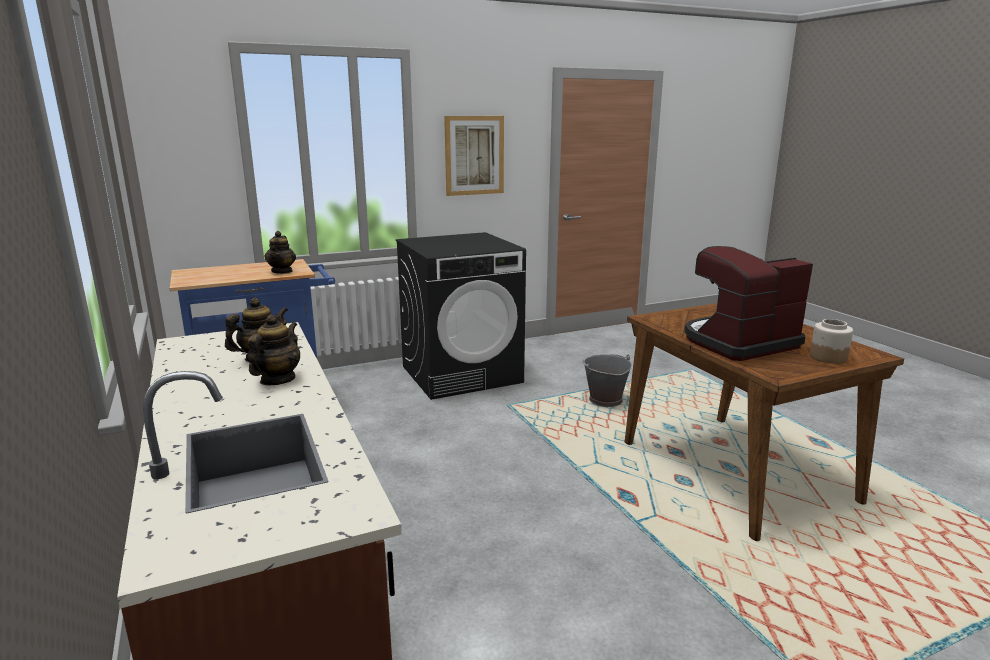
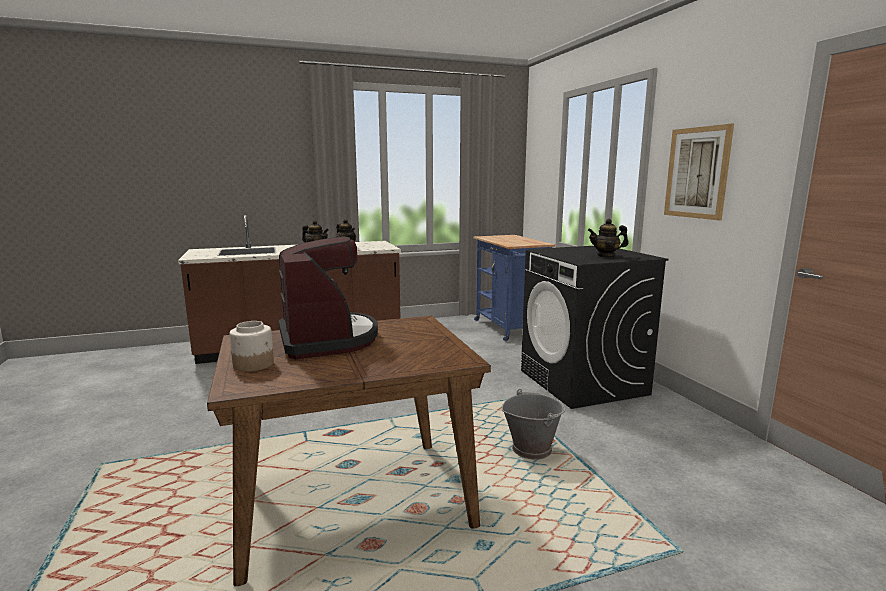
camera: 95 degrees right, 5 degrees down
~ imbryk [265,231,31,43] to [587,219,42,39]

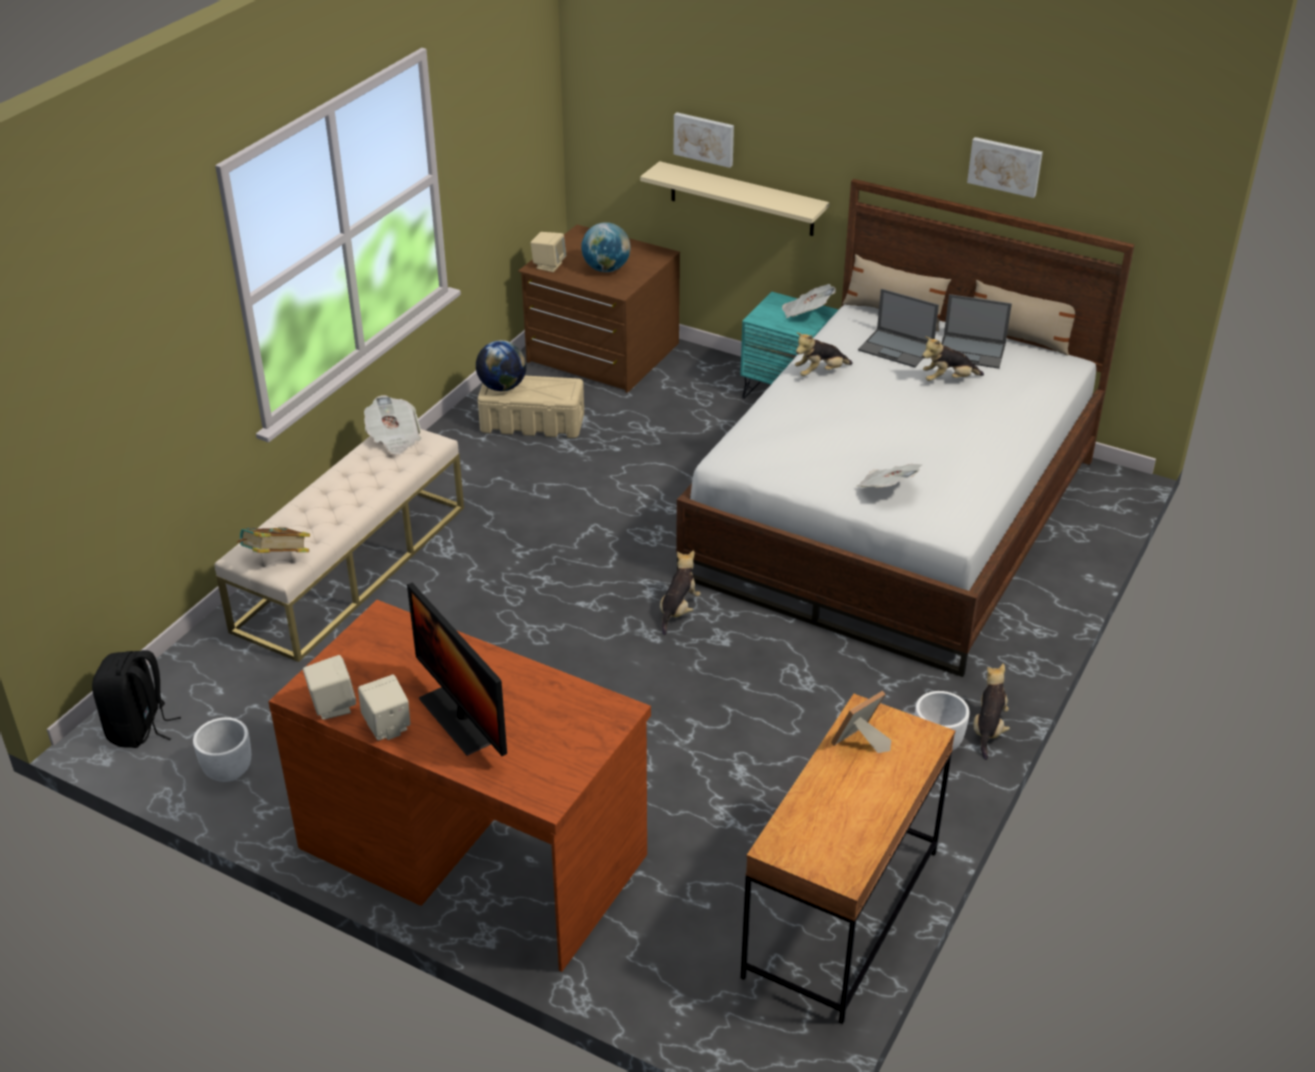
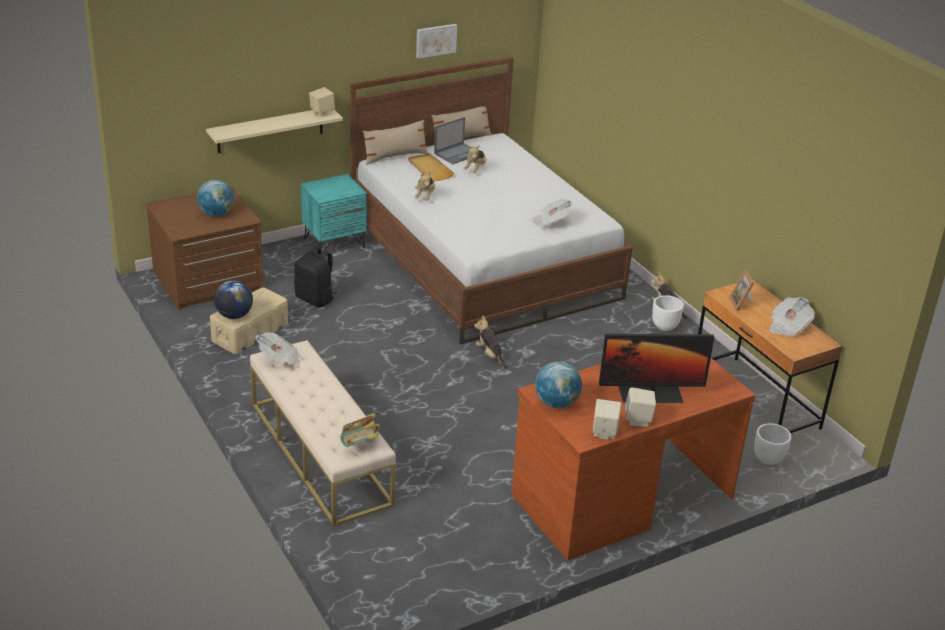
camera: 60 degrees left, 5 degrees down
~ plecak/czarny [92,650,89,98] to [294,247,43,60]
~ głośnik/beżowy [531,232,35,40] to [309,87,26,30]
~ laptop [858,289,81,78] to taca/beżowy [408,153,46,28]
+ globus [535,361,47,47]
~ donica/biały [193,717,58,65] to [754,423,37,42]
~ gazeta [782,284,54,34] to [769,297,46,40]
- obraz [674,112,60,56]

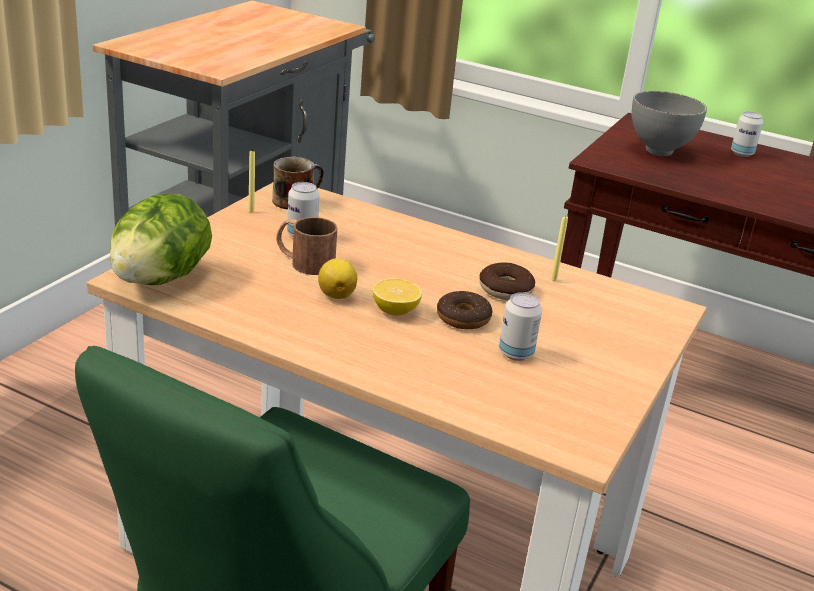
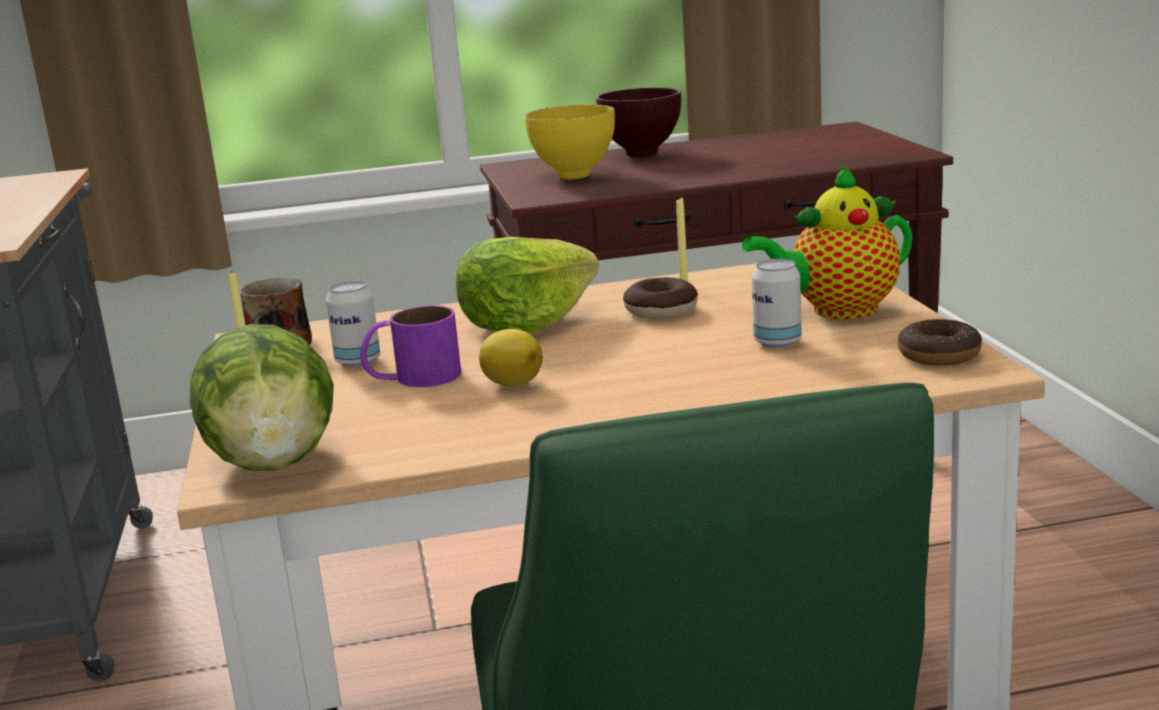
camera: 35 degrees left, 10 degrees down
~ kubek/brązowy [276,217,61,58] to kubek/fioletowy [360,305,101,82]
+ sałata [456,237,143,97]
~ miska/szary [631,91,76,65] to miska/żółty [525,105,90,74]
~ puszka [731,111,32,46] to miska/brązowy [596,87,85,71]
+ imbryk [742,164,171,155]
~ donut [437,291,55,38] to [898,319,84,47]
- cytryna [372,278,50,38]

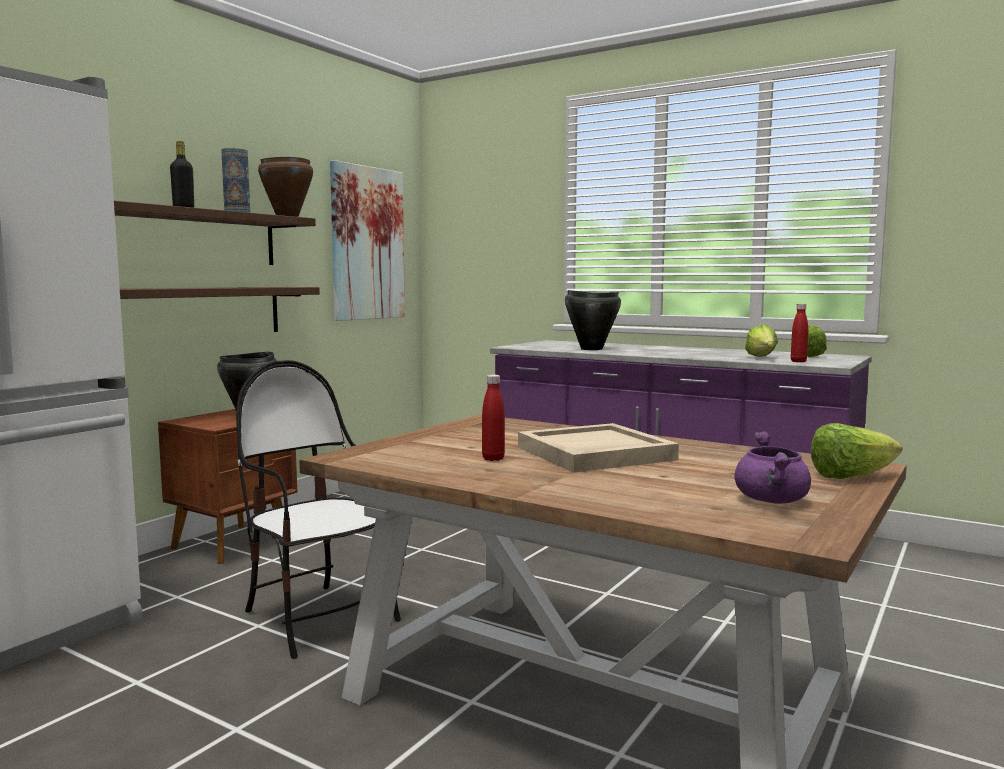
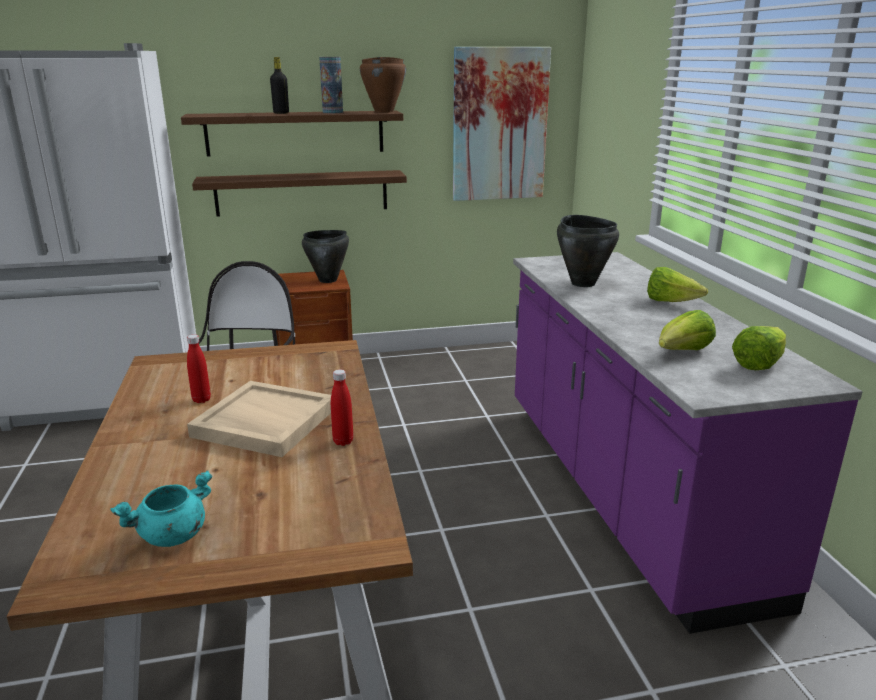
camera: 45 degrees right, 15 degrees up
~ garnek/fioletowy [734,432,77,72] to garnek/turkusowy [110,470,102,77]
~ butelka/czerwony [791,304,17,58] to [331,369,22,77]
~ sałata [811,423,91,56] to [647,267,61,35]

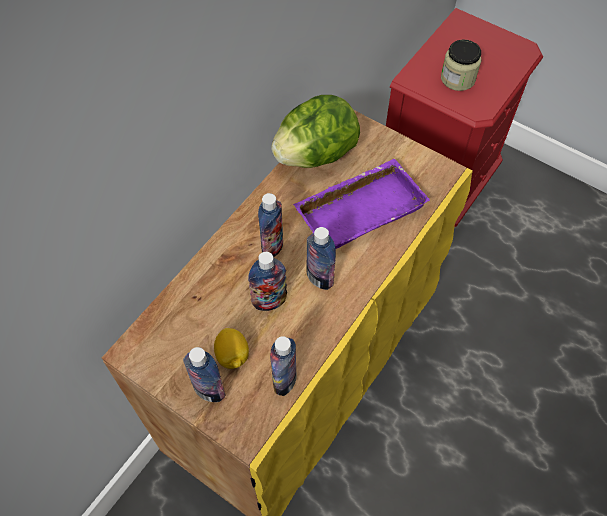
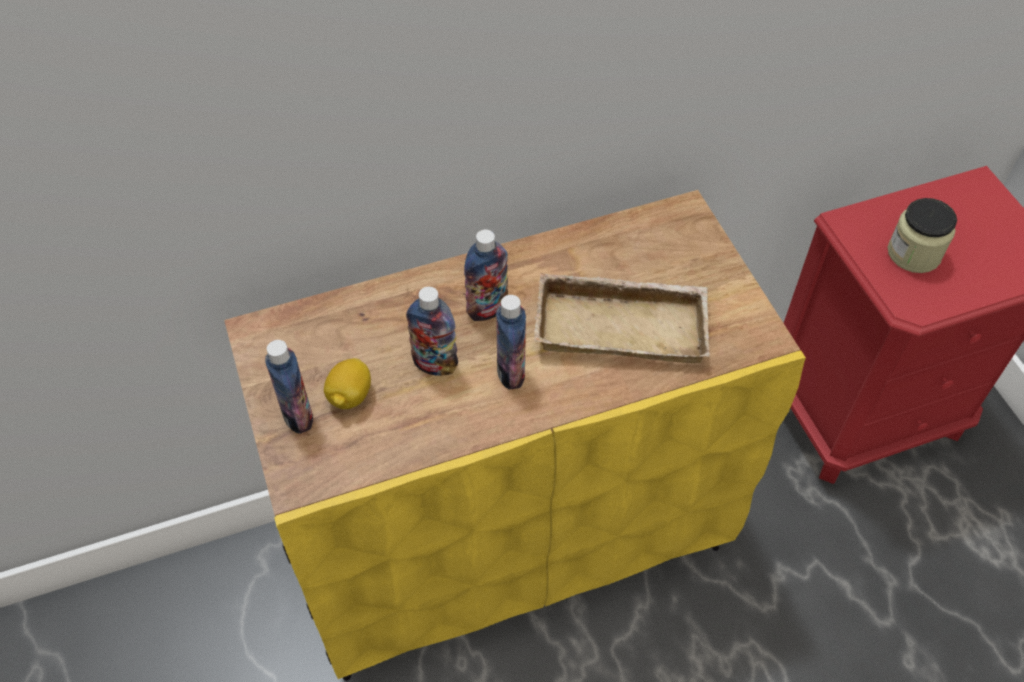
camera: 35 degrees right, 5 degrees down
~ taca/fioletowy [293,159,137,90] to taca/beżowy [534,273,176,90]
- butelka [270,336,27,60]
- sałata [271,95,89,73]

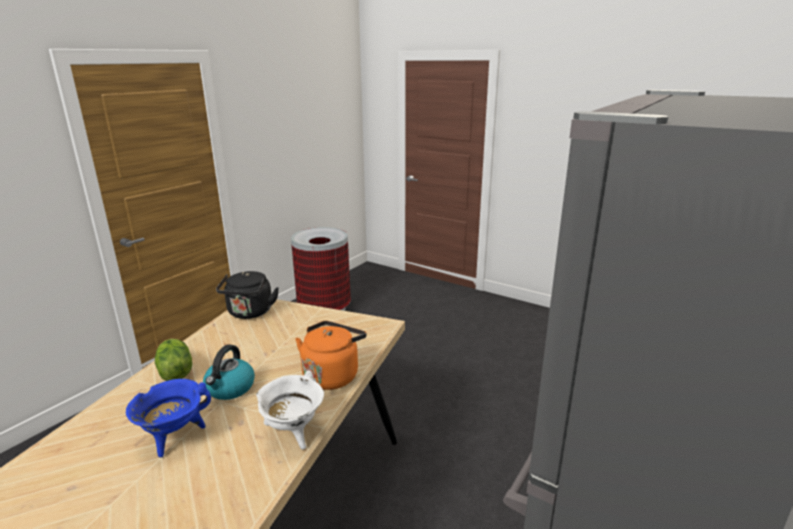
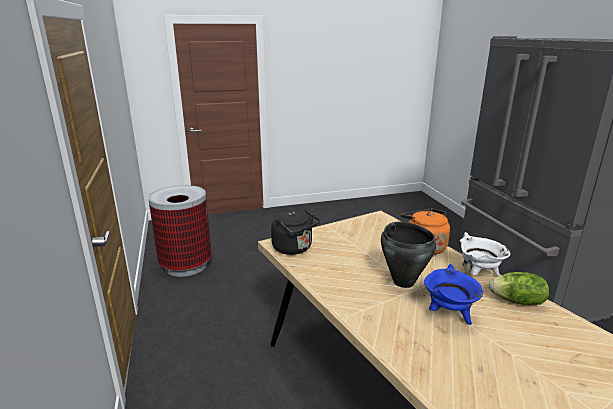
camera: 50 degrees left, 0 degrees up
~ czajnik [203,344,52,56] to garnek/czarny [381,222,55,66]
~ sałata [155,339,37,42] to [489,272,60,33]

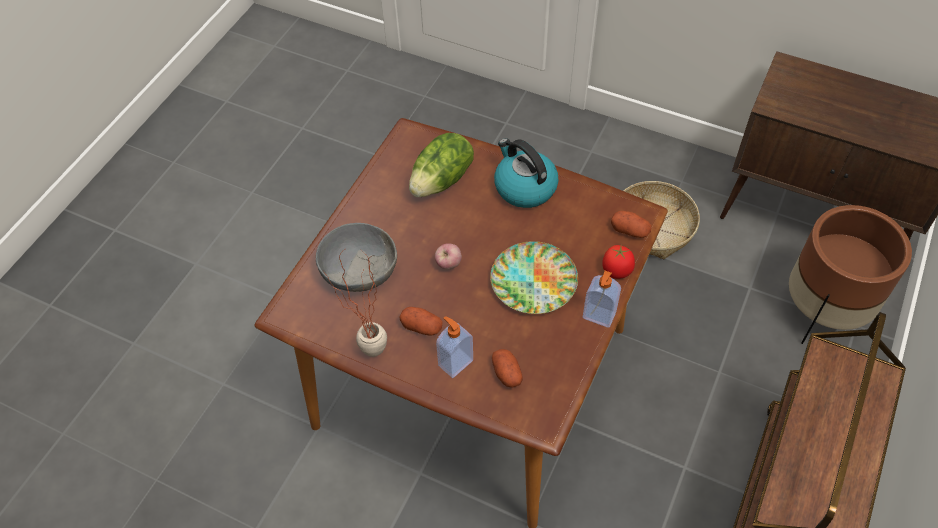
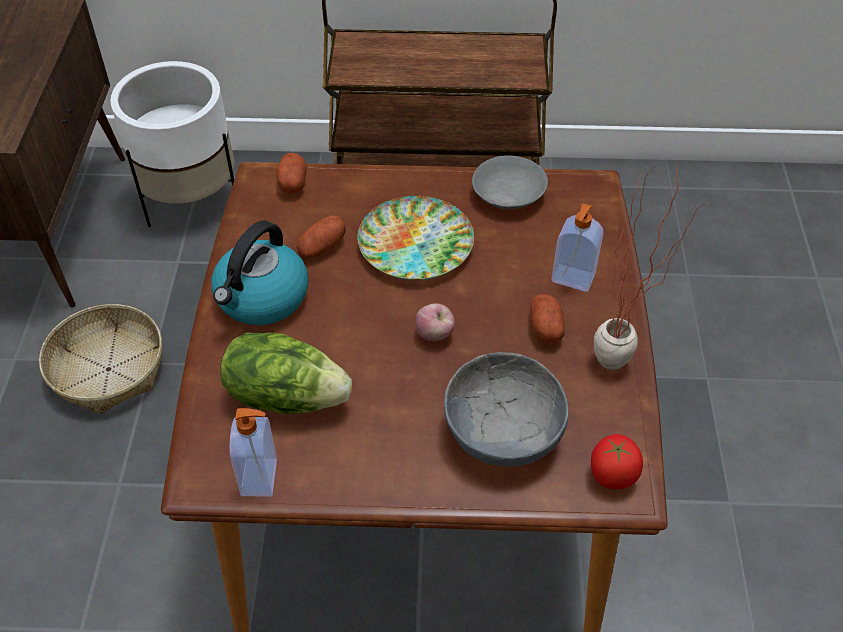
camera: 115 degrees left, 5 degrees down
~ donica/brązowy [789,205,123,139] to donica/biały [110,61,124,166]
~ dozownik mydła [583,271,38,57] to [230,408,47,89]
~ ziemniak [492,349,31,39] to [297,215,49,43]
+ miska/szary [472,155,76,54]
~ pomidor [602,245,33,34] to [591,434,52,55]

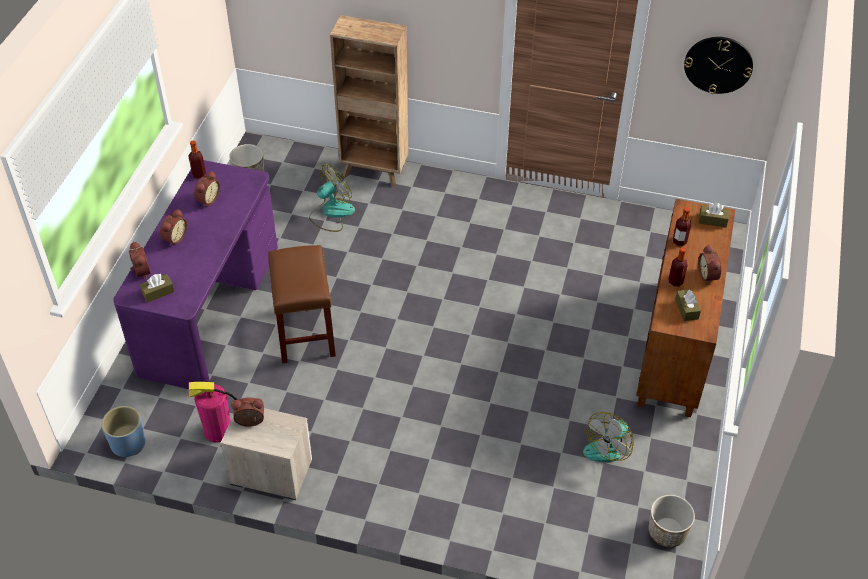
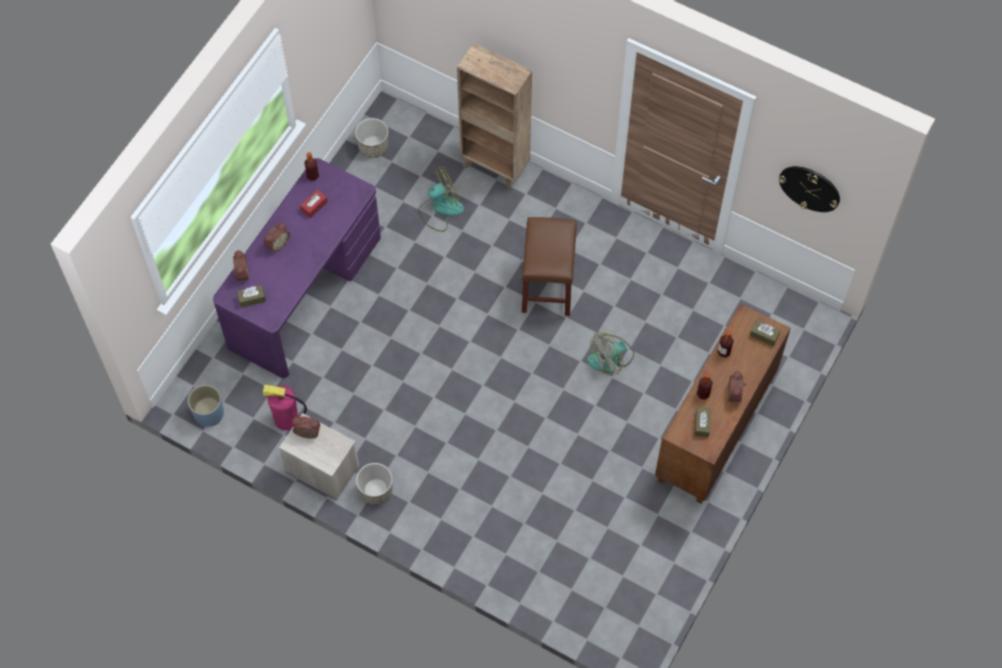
camera: 15 degrees right, 15 degrees up
~ budzik [194,171,26,36] to pudełko chusteczek/czerwony [300,189,28,29]
~ donica [648,495,47,52] to [356,463,37,42]
~ stołek/brązowy [268,245,68,118] to [522,217,55,99]
~ wentylator [583,412,51,50] to [587,332,47,43]

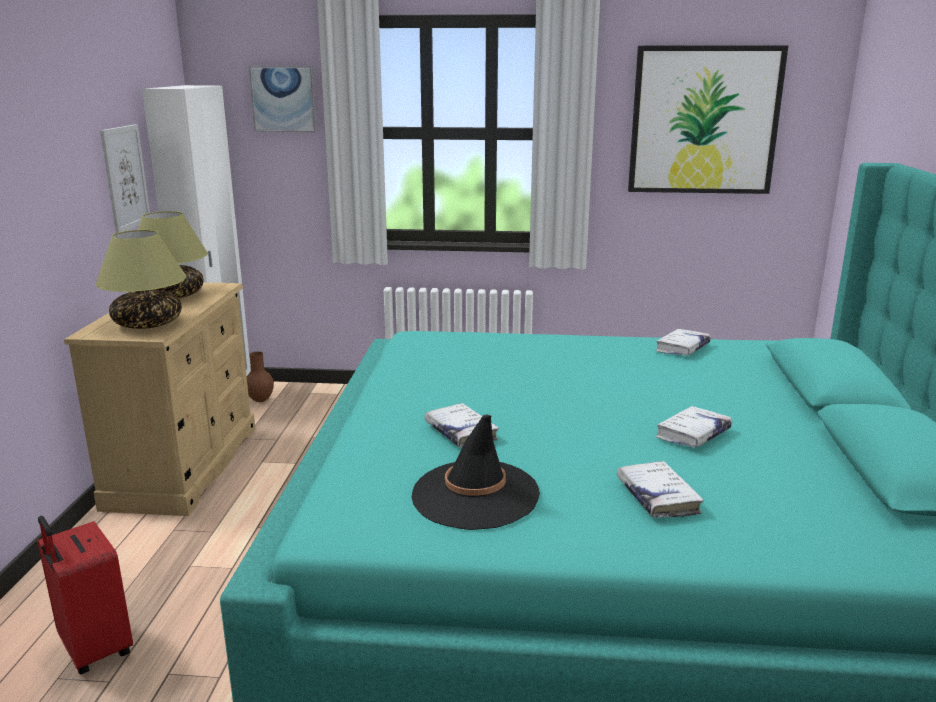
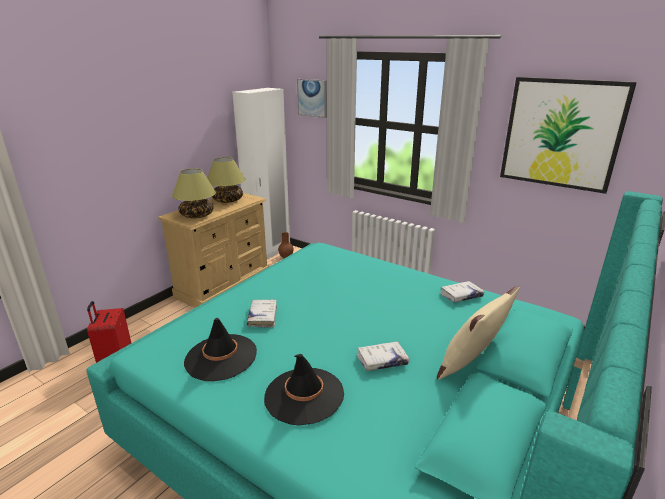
camera: 30 degrees right, 5 degrees up
~ książka/biały [617,461,87,57] to kapelusz/czarny [264,354,80,71]
+ poduszka/beżowy [437,286,83,94]
- obraz [100,124,50,109]

